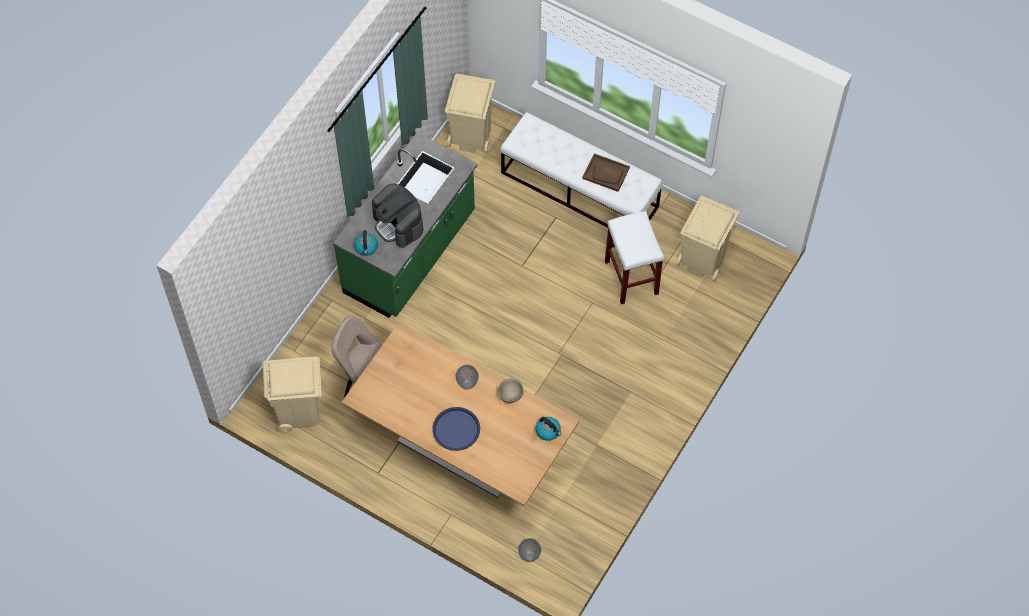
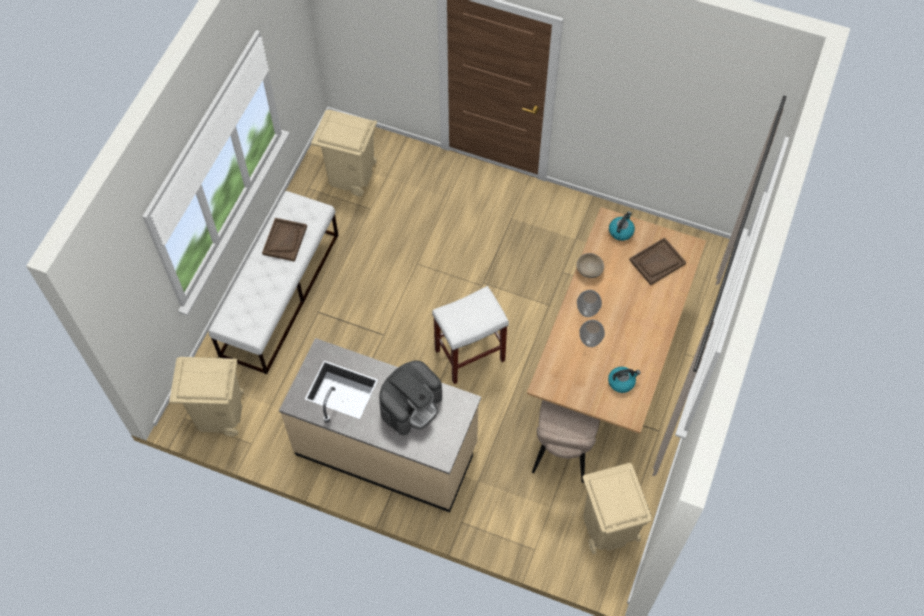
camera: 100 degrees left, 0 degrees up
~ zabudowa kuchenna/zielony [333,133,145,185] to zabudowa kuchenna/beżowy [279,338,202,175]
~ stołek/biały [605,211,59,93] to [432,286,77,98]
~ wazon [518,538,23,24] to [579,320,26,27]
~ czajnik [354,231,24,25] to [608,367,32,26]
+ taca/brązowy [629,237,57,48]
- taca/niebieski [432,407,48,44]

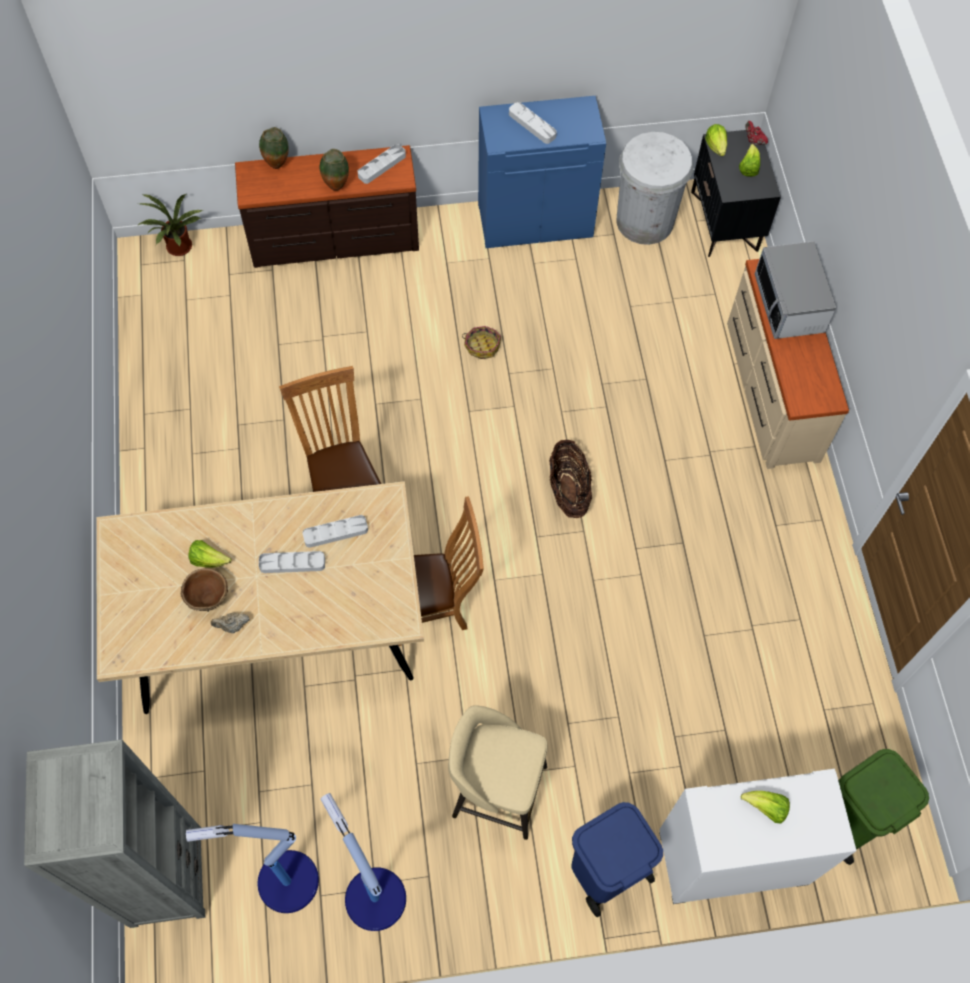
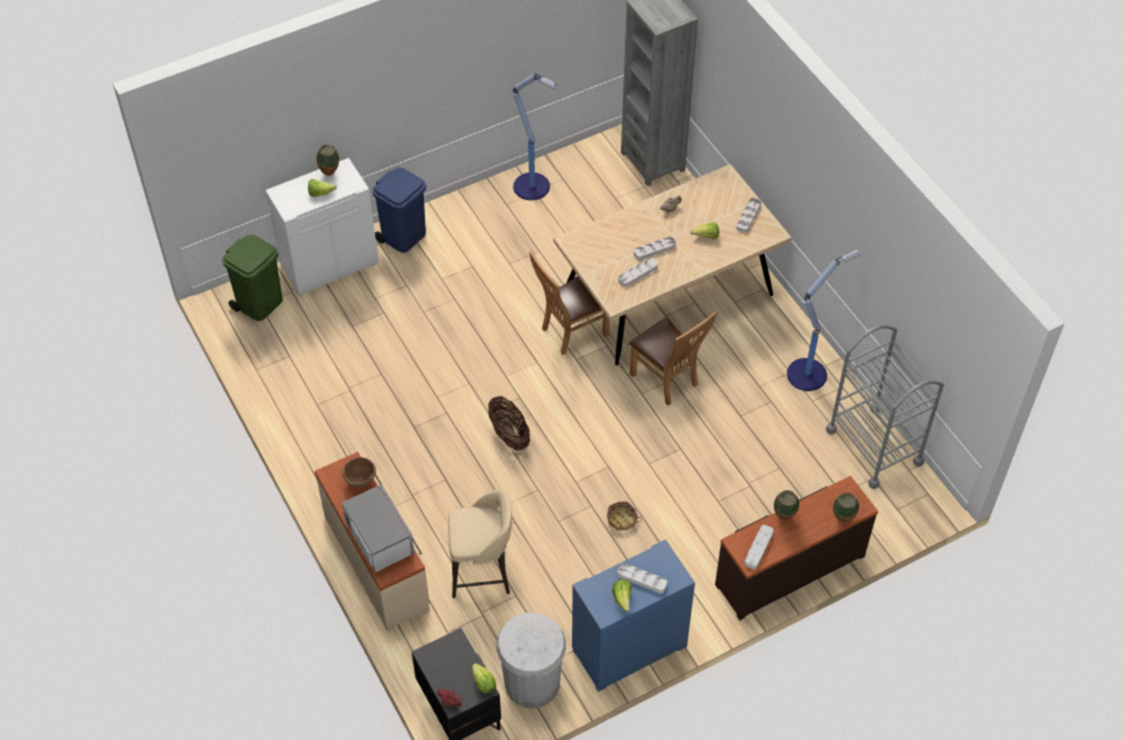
camera: 160 degrees right, 10 degrees down
+ wazon [317,145,22,31]
~ miska/brązowy [181,568,47,44] to [342,457,34,30]
~ stołek/beżowy [448,705,99,135] to [448,489,64,109]
~ sałata [739,144,21,33] to [612,579,20,33]
+ taca/szary [737,198,24,35]
~ lampa stojąca [186,824,133,89] to [787,250,73,141]
+ wózek/szary [826,324,118,165]
- roślina doniczkowa [137,194,66,62]

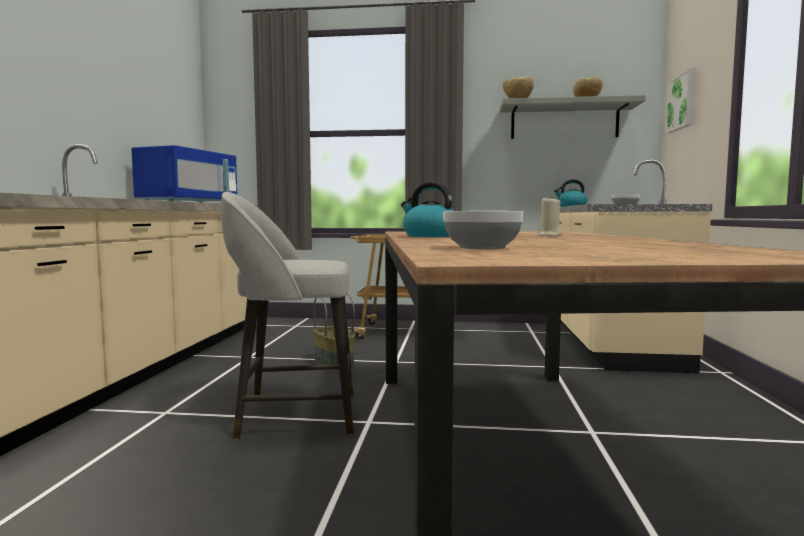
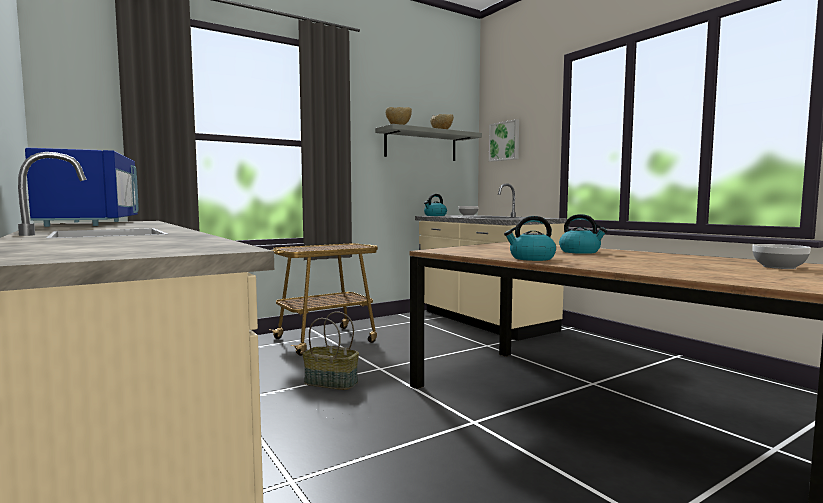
camera: 40 degrees left, 0 degrees up
~ świeca/beżowy [537,197,25,39] to czajnik [559,214,48,40]
~ miska [443,211,80,38] to [752,244,59,25]
- stołek/szary [221,192,133,248]

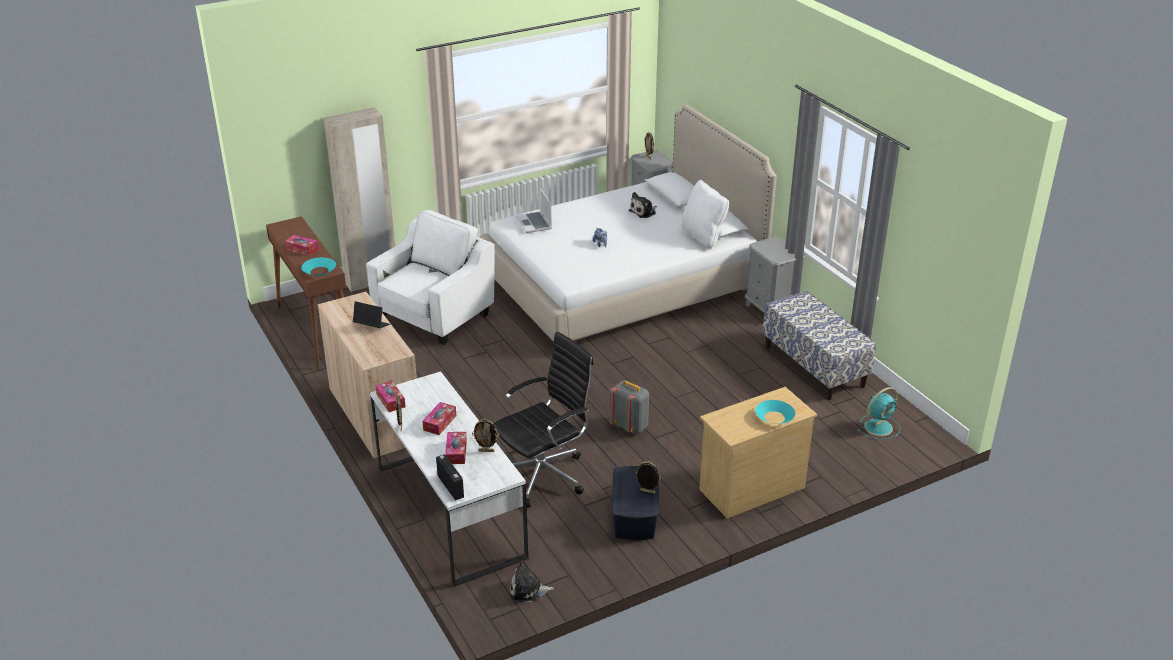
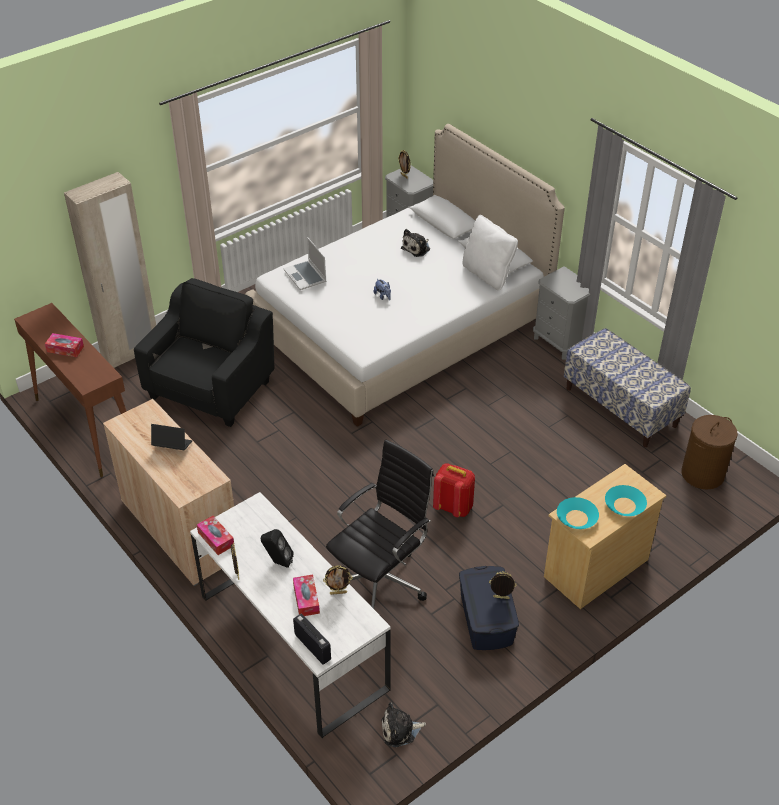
camera: 10 degrees left, 10 degrees up
~ fotel/biały [366,210,129,135] to fotel/czarny [134,278,140,149]
~ pudełko chusteczek [422,402,34,33] to głośnik/czarny [261,529,33,39]
~ plecak/szary [609,380,40,54] to plecak/czerwony [433,463,42,54]
~ miska/turkusowy [301,257,35,19] to [557,497,42,32]
~ wentylator/turkusowy [858,387,42,53] to kosz na pranie/brązowy [681,415,57,74]

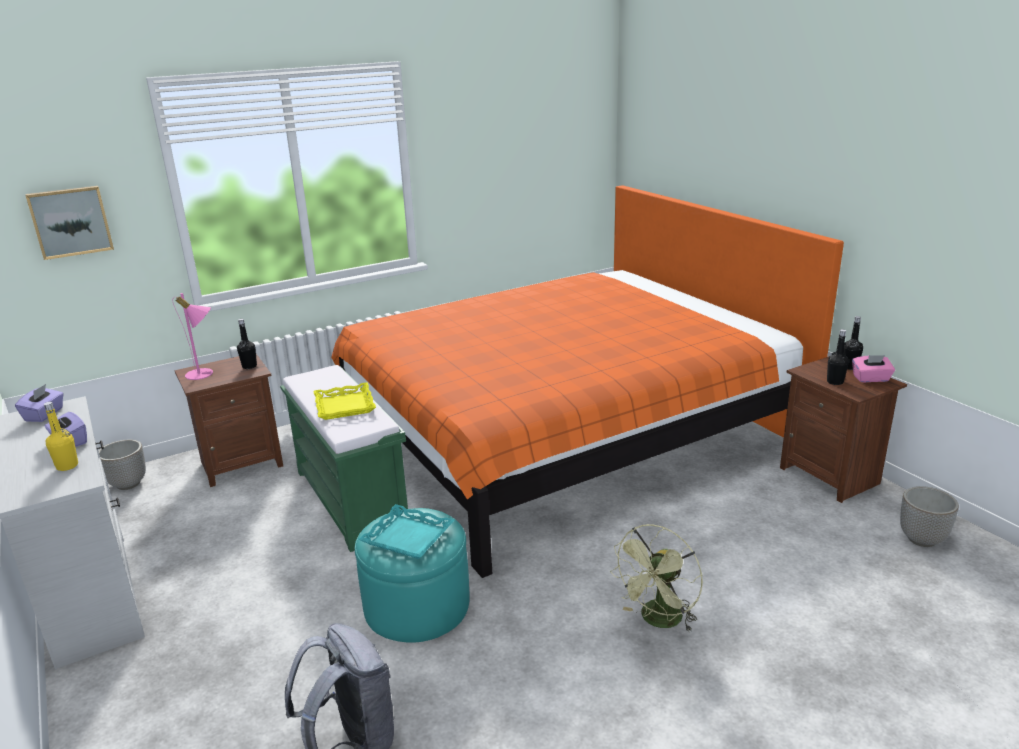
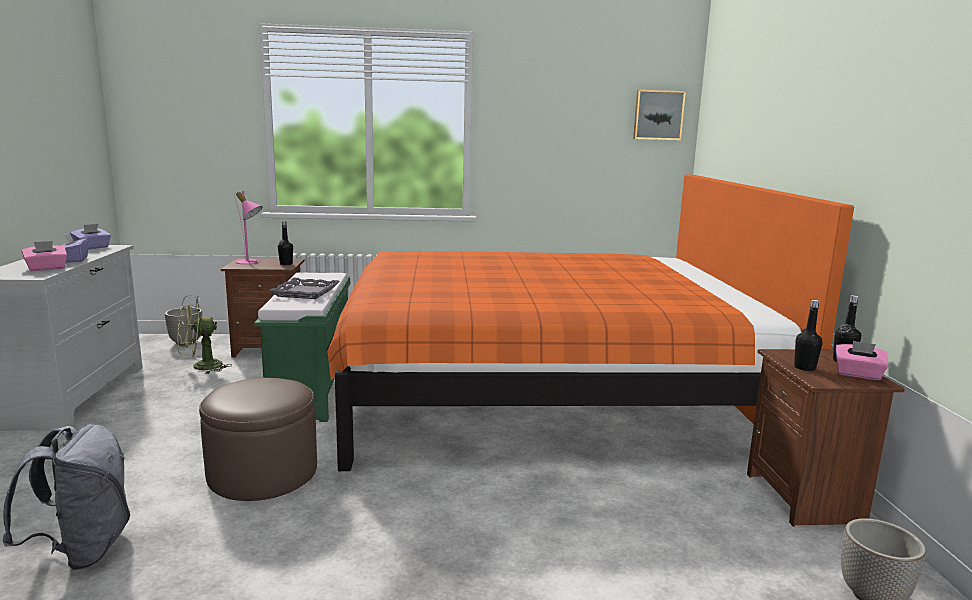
camera: 25 degrees right, 10 degrees down
~ butelka/żółty [44,402,34,69] to pudełko chusteczek/różowy [22,241,45,30]
~ wentylator/zielony [610,524,93,108] to [177,295,55,79]
~ pufa/turkusowy [355,508,115,135] to pufa/brązowy [199,378,118,123]
~ taca/żółty [313,382,63,38] to taca/szary [269,278,71,21]
~ obraz [25,186,89,74] to [633,90,53,50]
- taca/turkusowy [358,504,97,55]

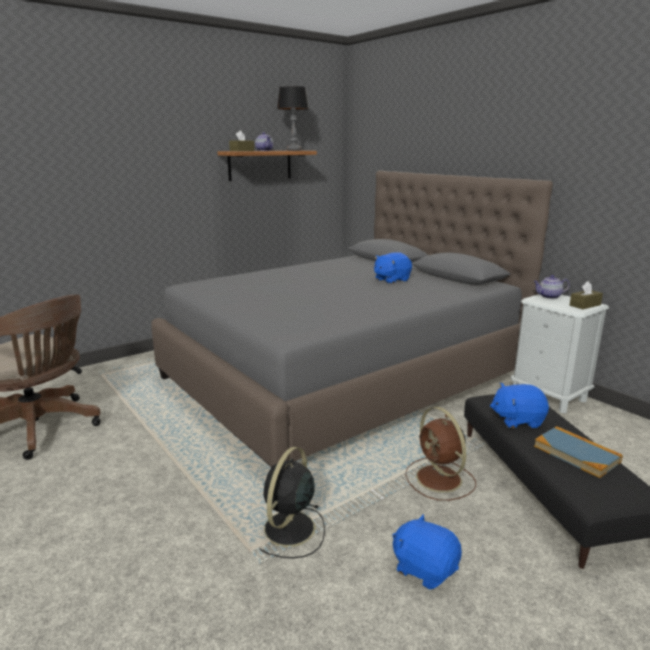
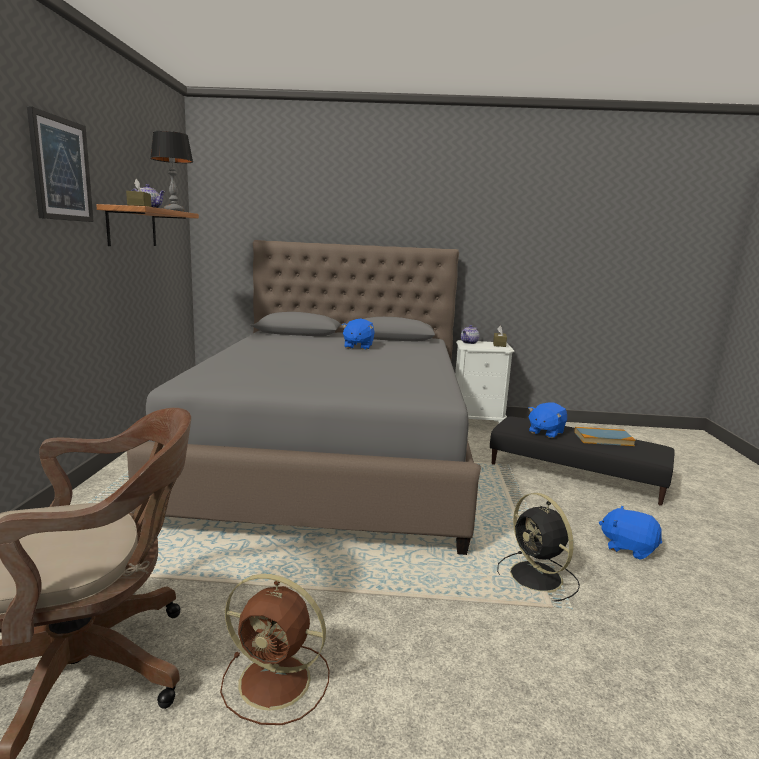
camera: 50 degrees left, 5 degrees down
+ obraz [27,106,67,116]
~ wentylator/brązowy [405,407,71,94] to [220,574,110,151]
~ pluszak/niebieski [392,514,70,75] = [599,506,63,54] 45 degrees clockwise

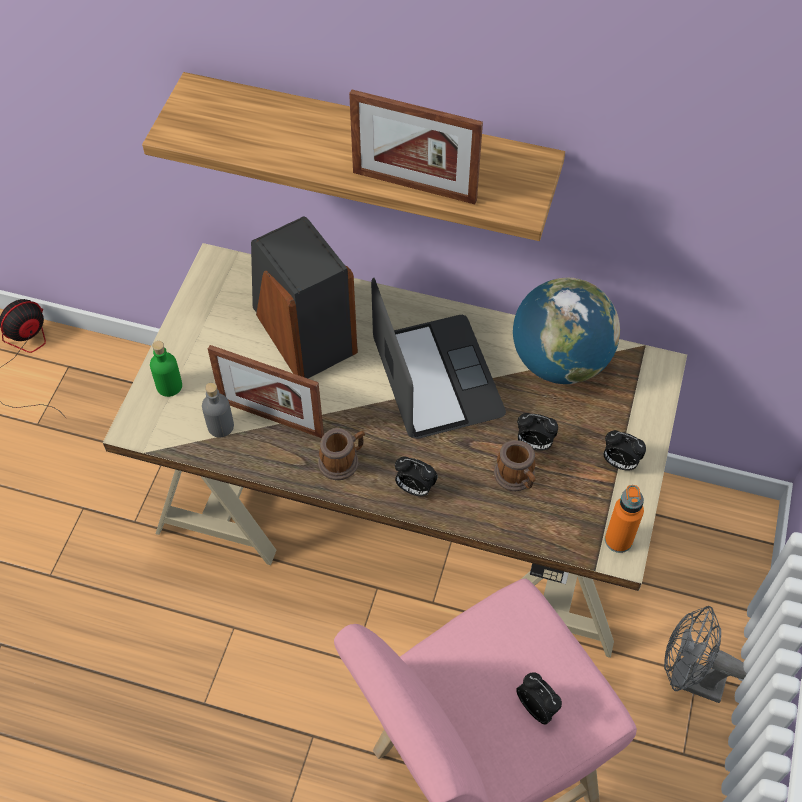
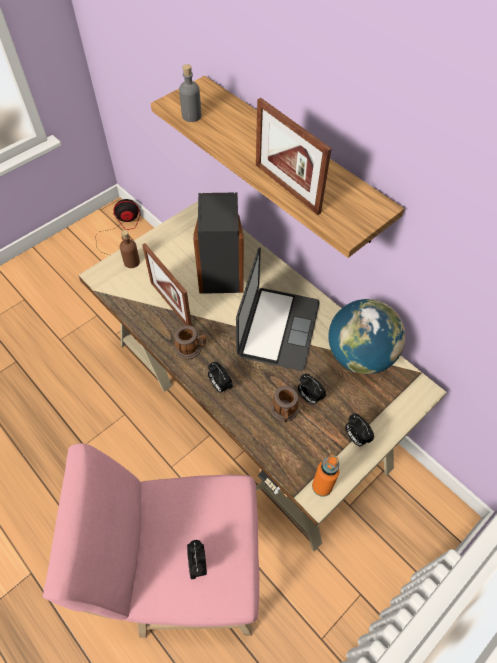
camera: 30 degrees right, 0 degrees up
~ butelka/zielony [150,341,32,56] to butelka/brązowy [120,230,20,38]
~ butelka/szary [202,383,32,55] to [179,64,22,58]
- wentylator/szary [664,606,83,97]

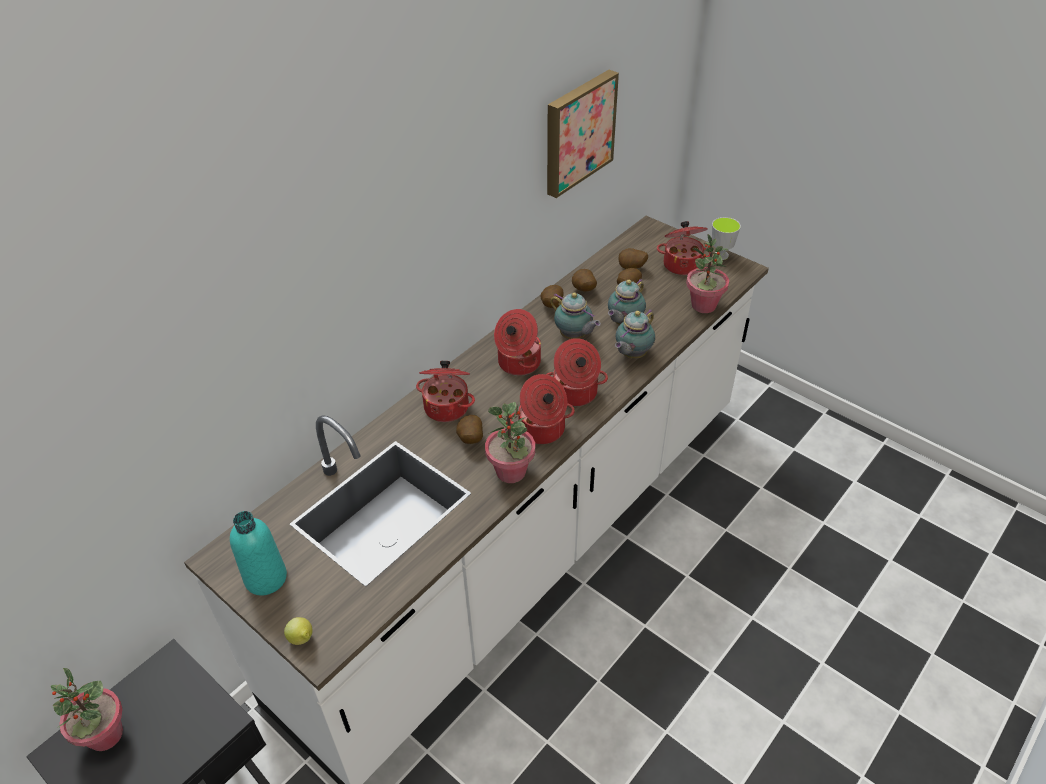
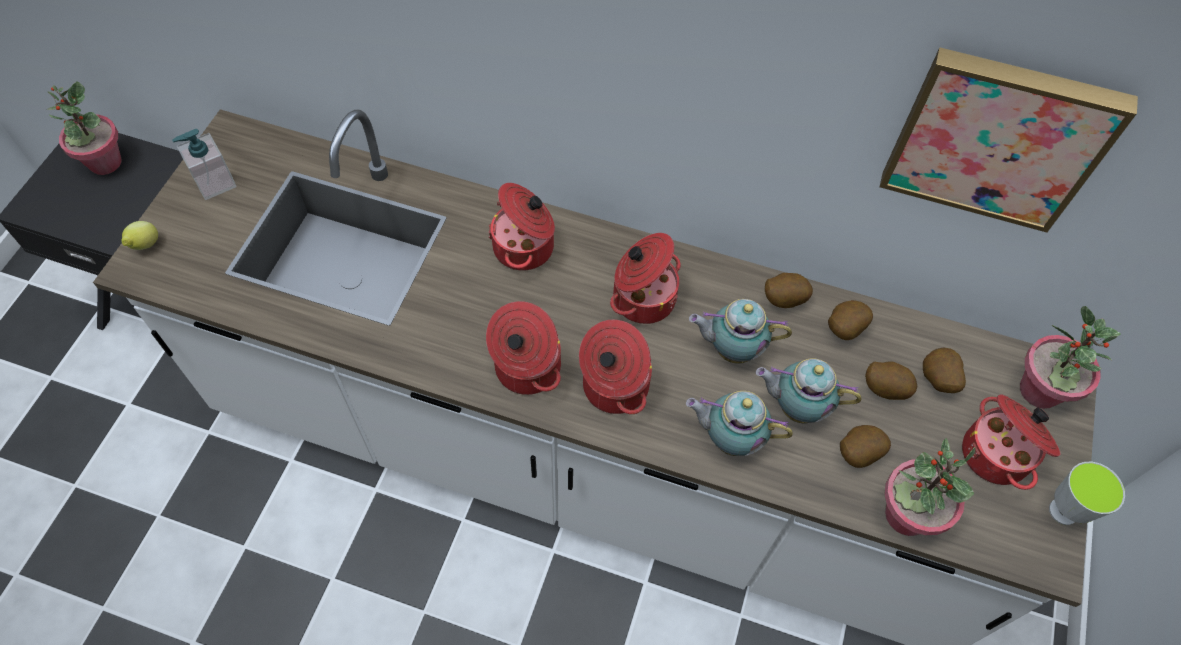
camera: 65 degrees right, 15 degrees up
~ butelka/turkusowy [230,511,57,85] to dozownik mydła [172,129,65,71]
~ imbryk [550,292,51,47] = [689,299,103,65] 75 degrees clockwise
~ ziemniak [456,415,27,29] to [840,425,51,43]
~ roślina doniczkowa [485,402,50,81] to [1020,306,100,103]

